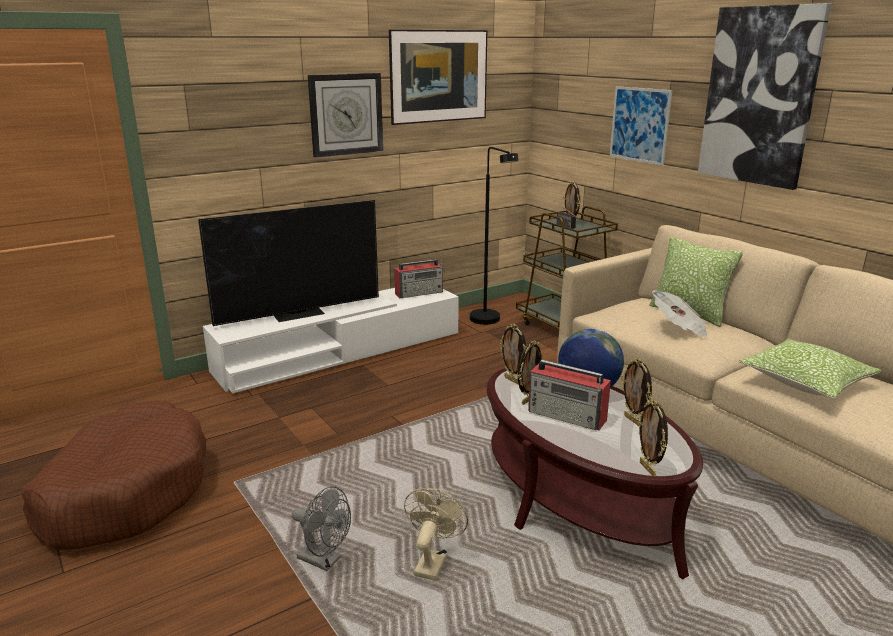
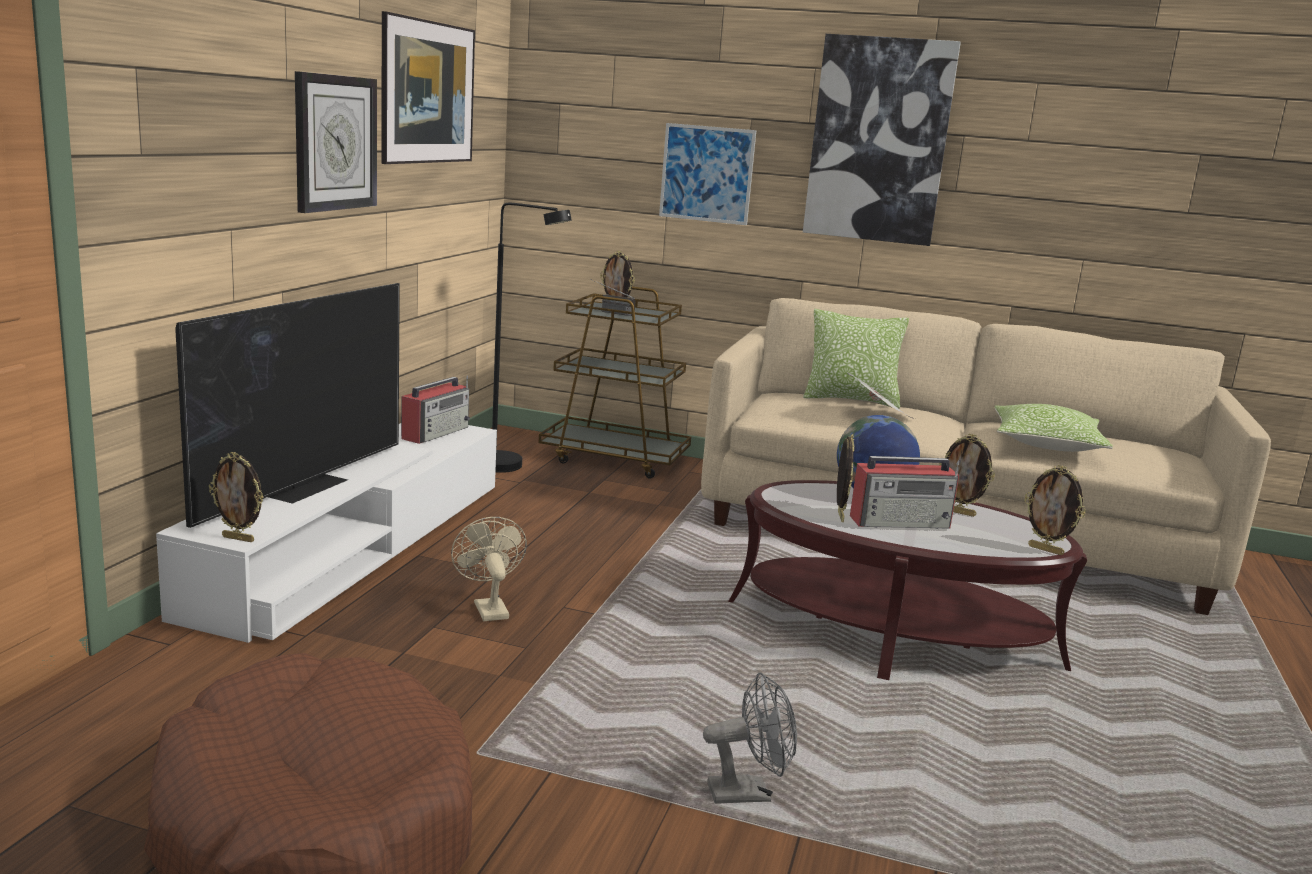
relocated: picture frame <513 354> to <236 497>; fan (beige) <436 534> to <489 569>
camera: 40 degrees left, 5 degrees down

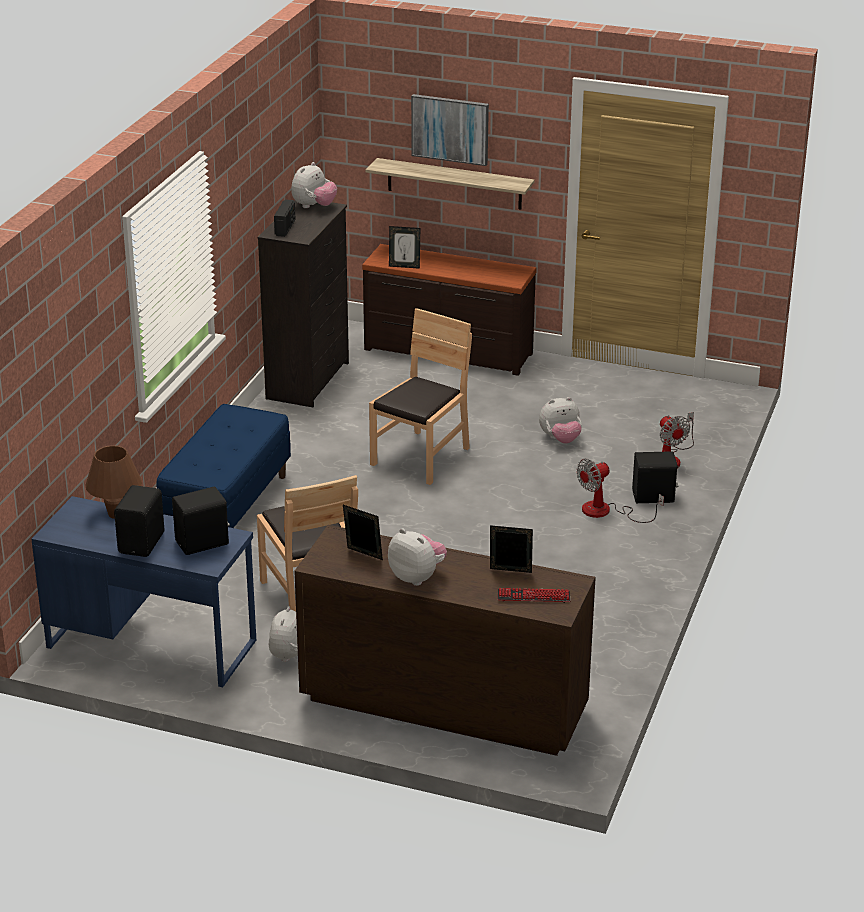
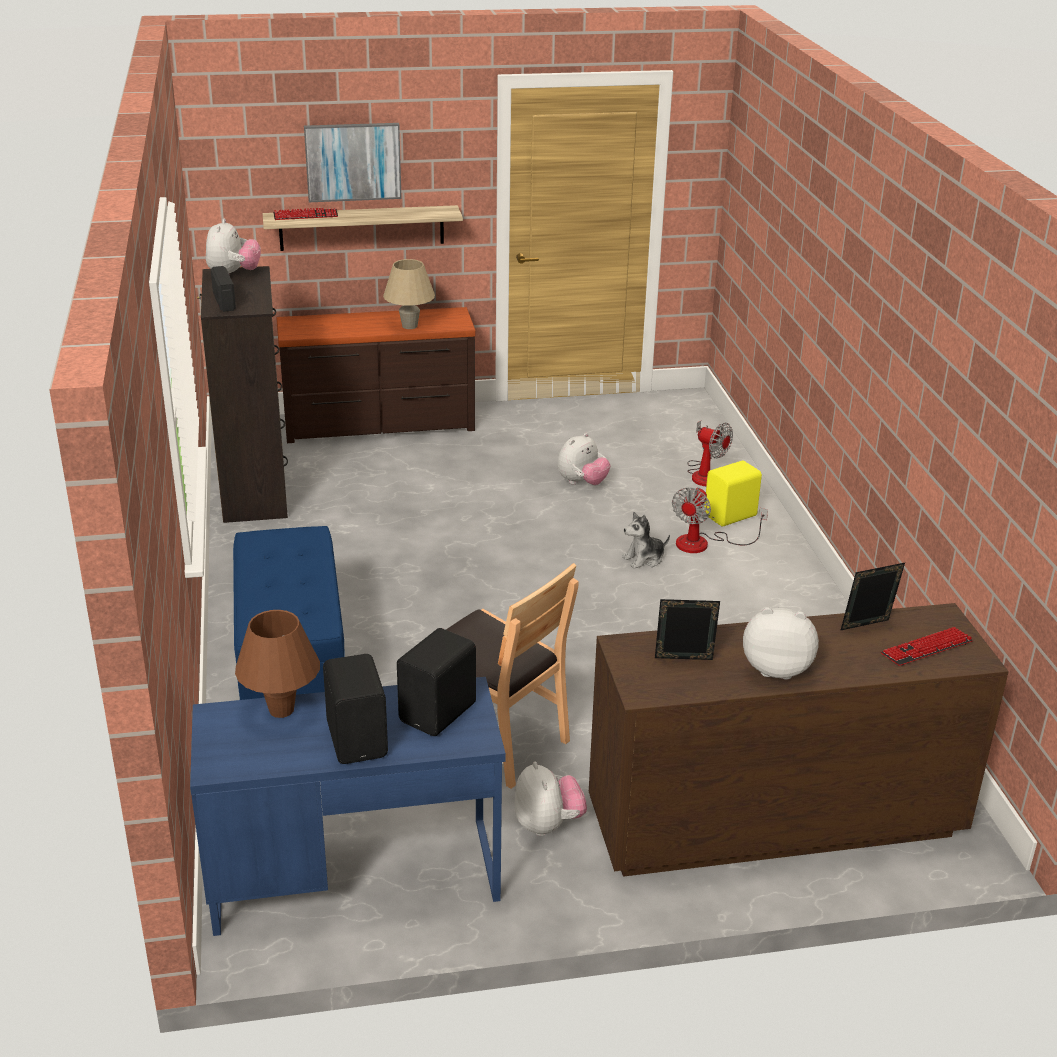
missing: chair (brown) <420 396>; picture frame <404 247>
appeared: keyboard <305 214>; table lamp (beige) <409 294>; plush toy <646 540>
colour: speaker (black) <655 477> to speaker (yellow) <733 493>
camera: 30 degrees left, 0 degrees up

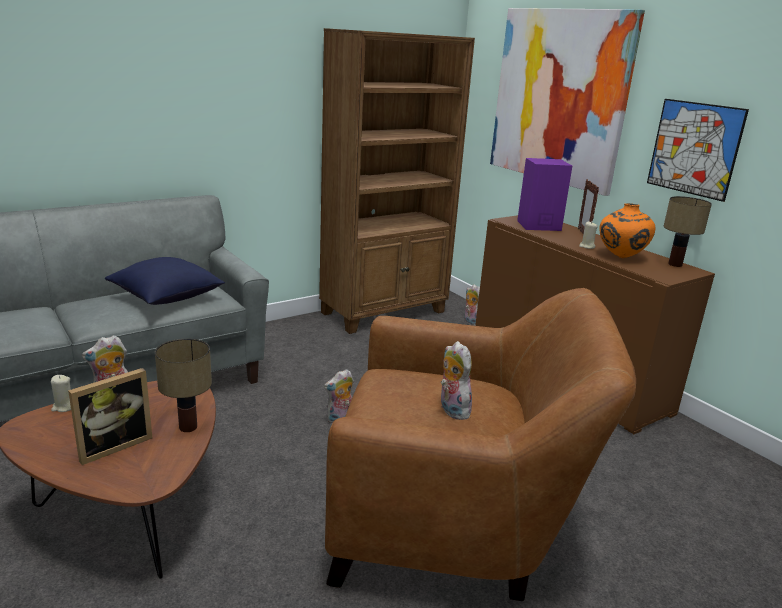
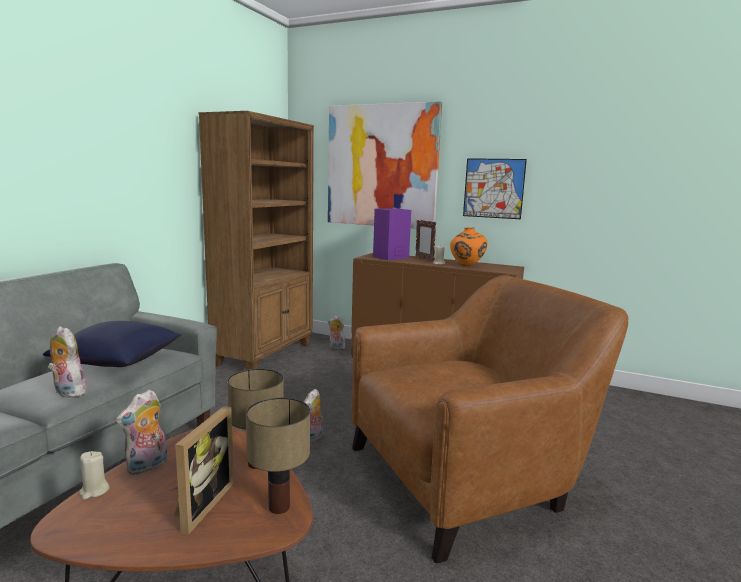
relocated: plush toy <456 380> to <67 362>; table lamp <687 231> to <278 455>
camera: 30 degrees left, 10 degrees down

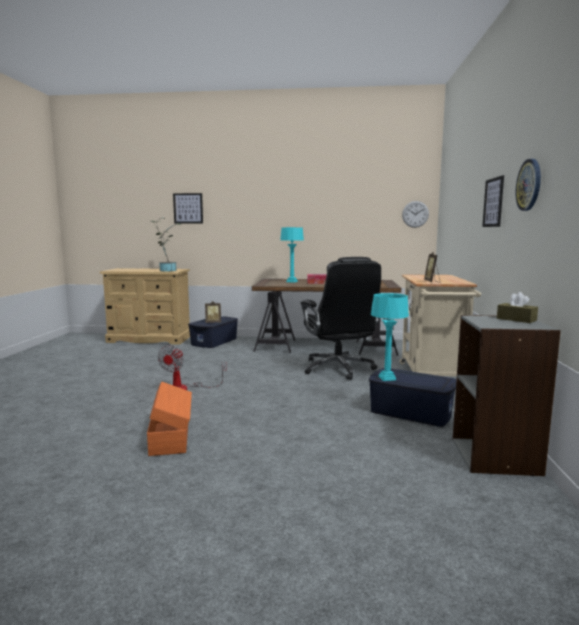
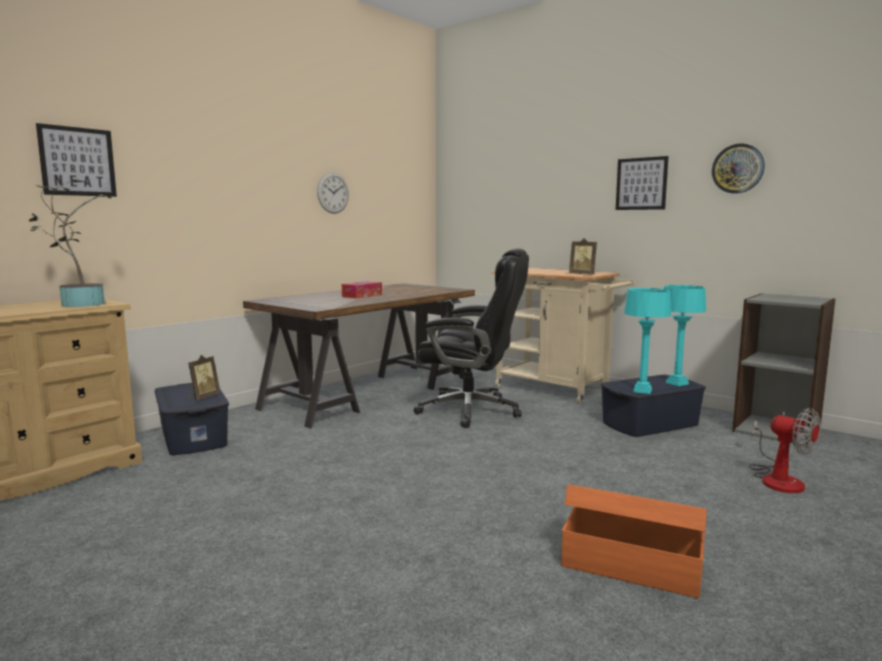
missing: tissue box (brown) <517 307>
relocated: wall clock <415 214> to <333 193>; table lamp (turquoise) <292 255> to <685 335>; fan <192 367> to <785 450>
camera: 55 degrees left, 0 degrees up

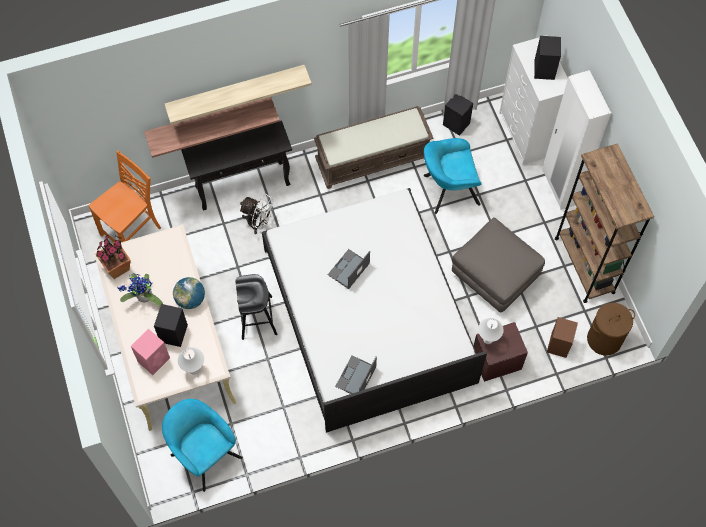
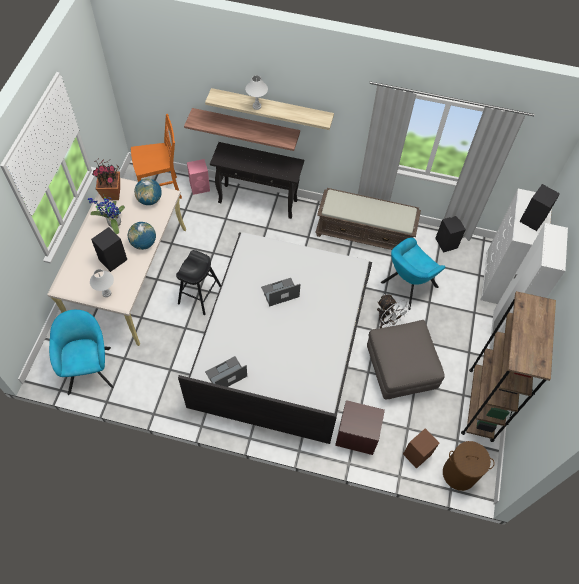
appeared: globe <148 191>
relocated: speaker (pink) <150 352> to <198 177>; table lamp (white) <491 331> to <256 92>; fan (white) <257 214> to <394 311>
spun: armchair (turquoise) <453 176> = <413 273> 60 degrees counterclockwise
camera: 30 degrees right, 5 degrees down

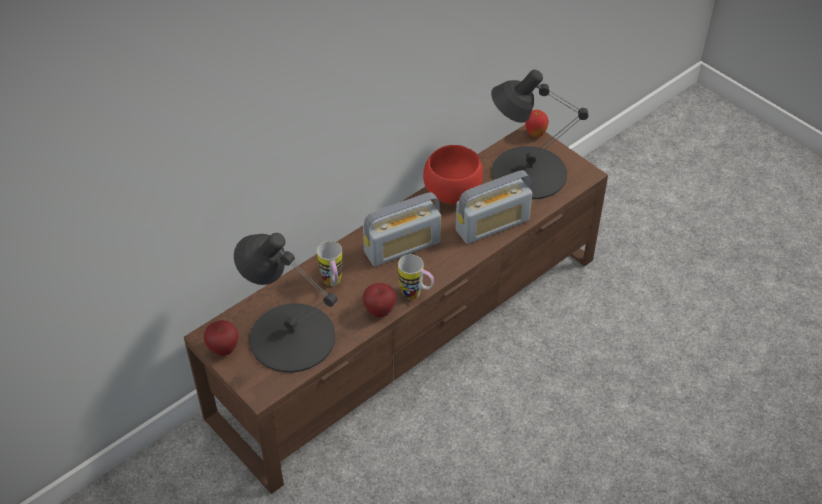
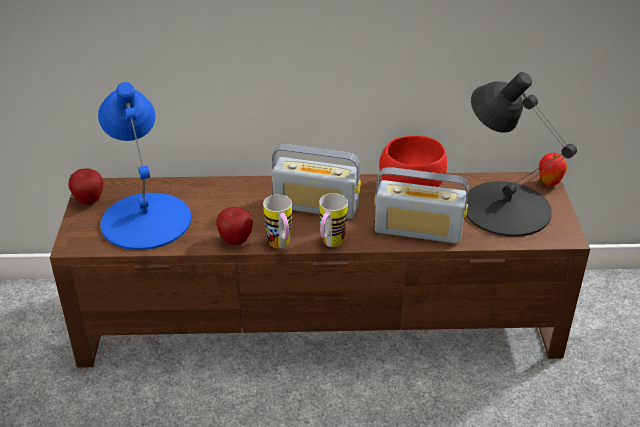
relocated: mug <330 263> to <333 220>
colour: table lamp (black) <286 303> to table lamp (blue) <144 166>
camera: 40 degrees right, 10 degrees down

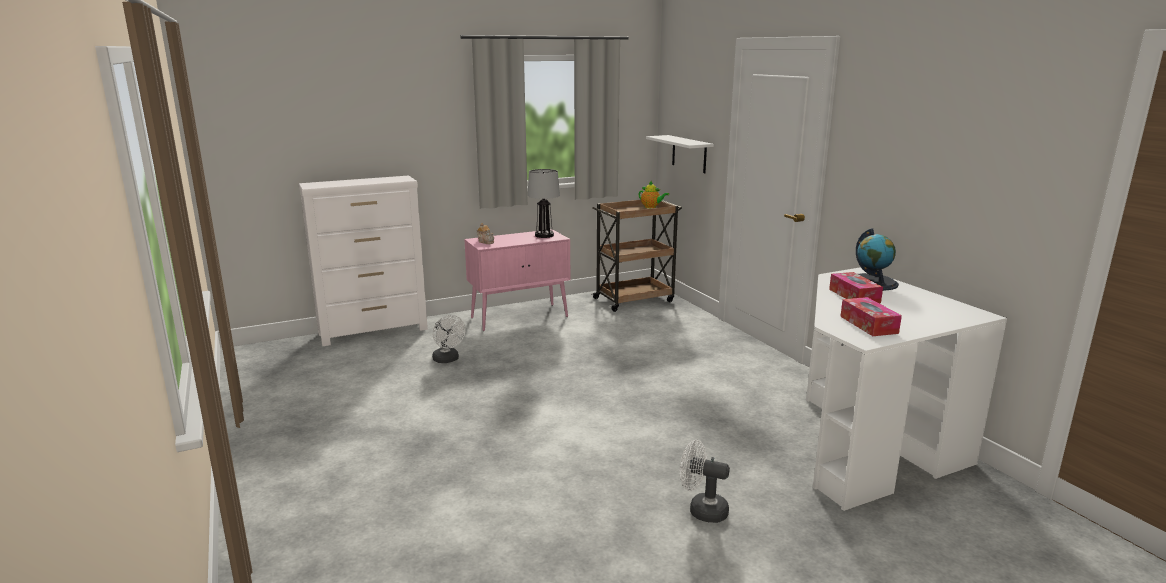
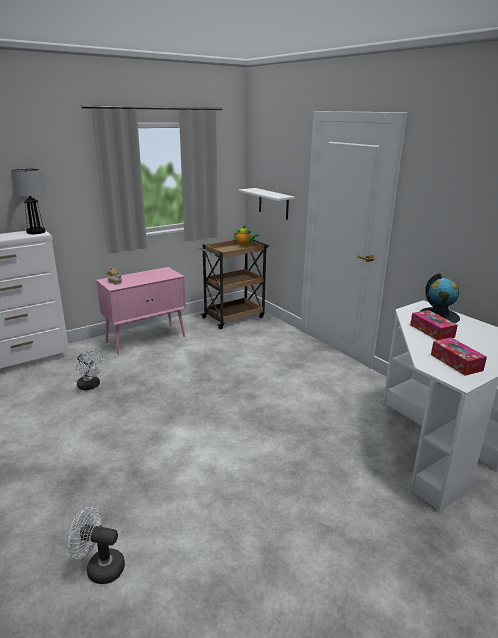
relocated: table lamp <544 203> to <28 201>; fan (white) <705 481> to <96 545>
camera: 10 degrees left, 5 degrees up

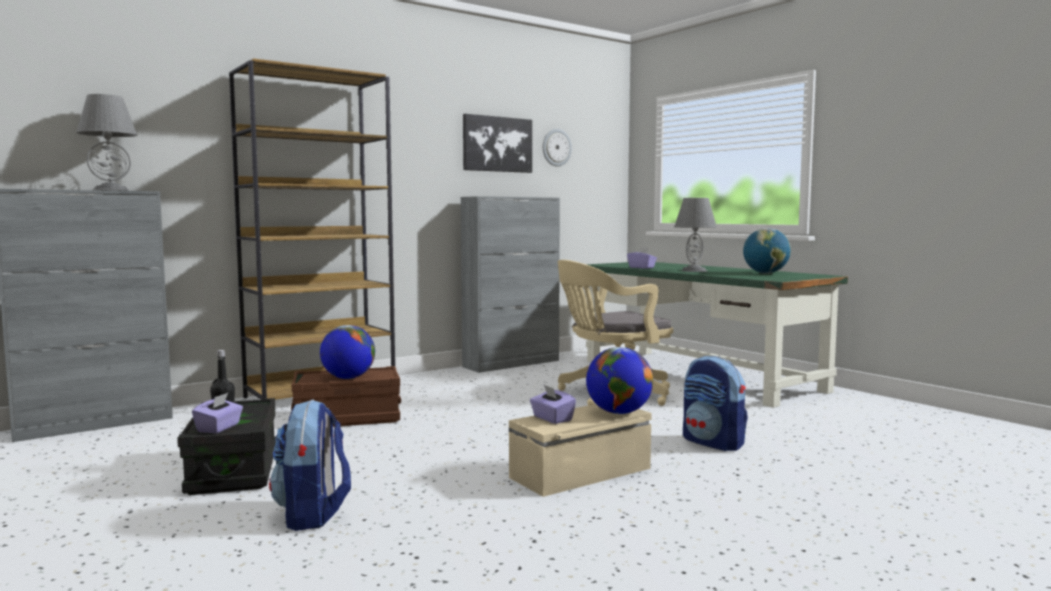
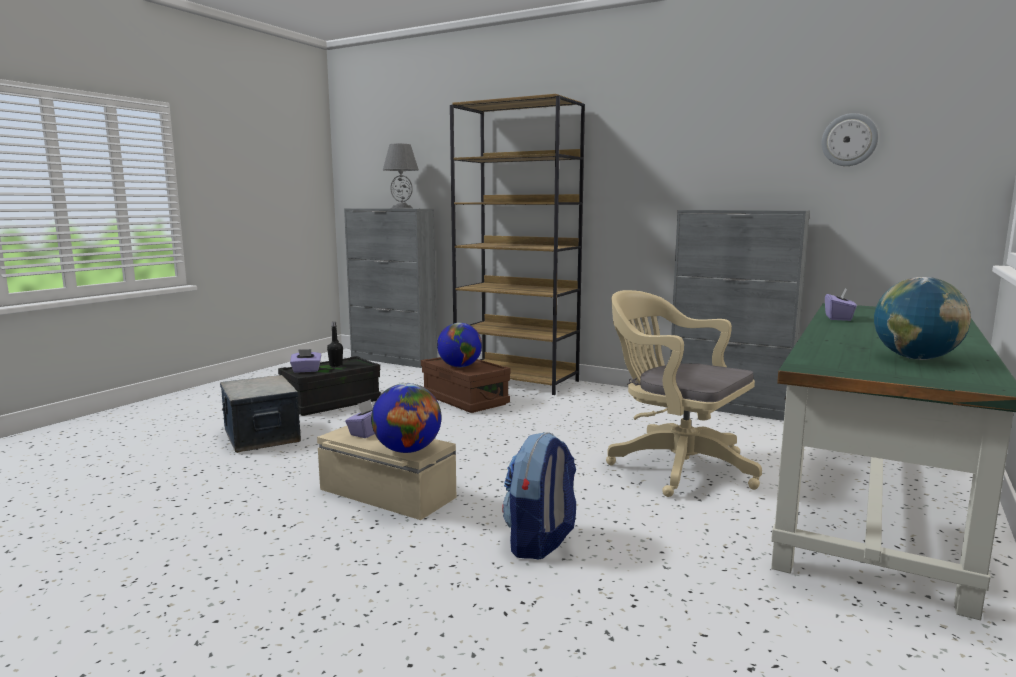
missing: picture <497 143>; table lamp (grey) <695 235>
exchanged: backpack <310 465> to storage box <260 414>
camera: 65 degrees right, 5 degrees up

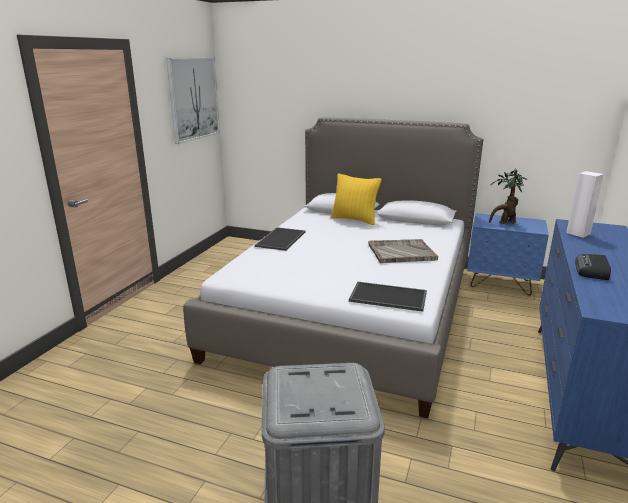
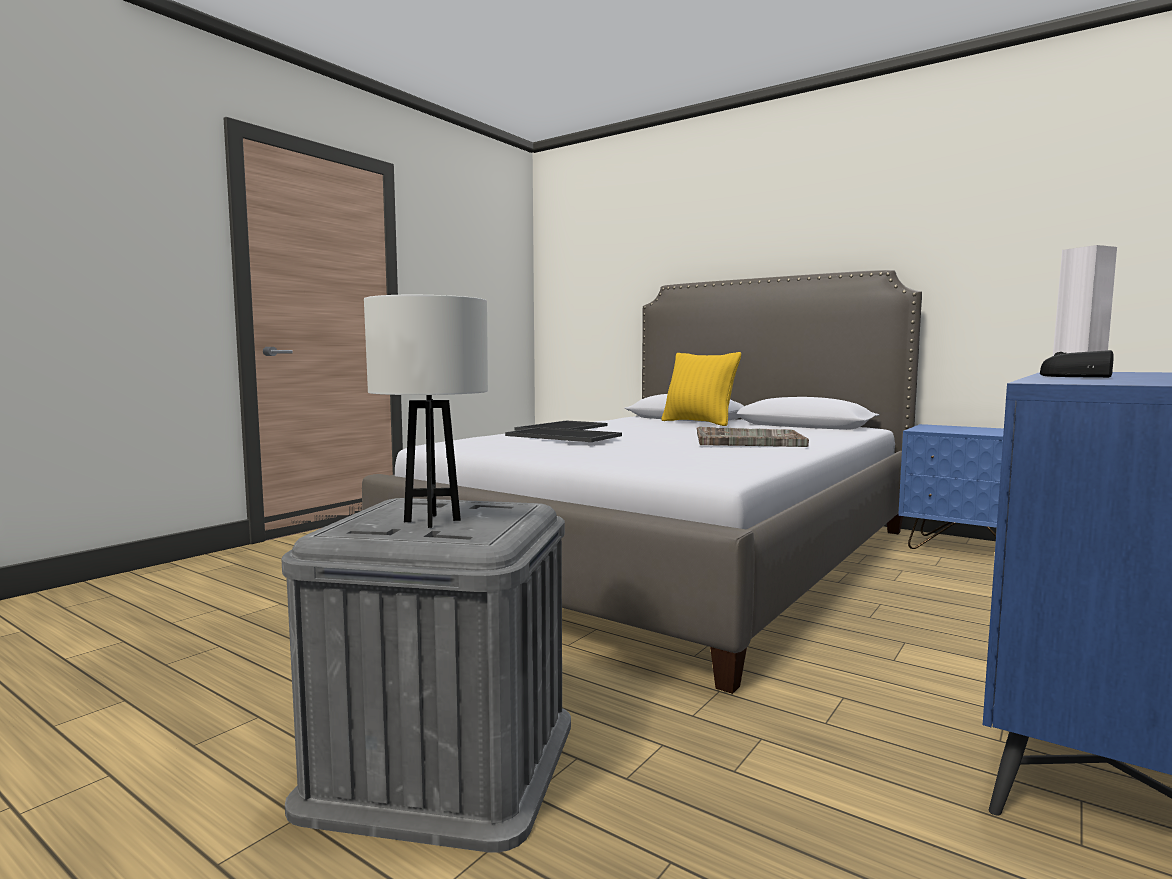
missing: picture <193 101>; potted plant <508 196>
appeared: table lamp (white) <426 411>
relocated: tray <388 297> to <563 434>
camera: 15 degrees right, 15 degrees down

